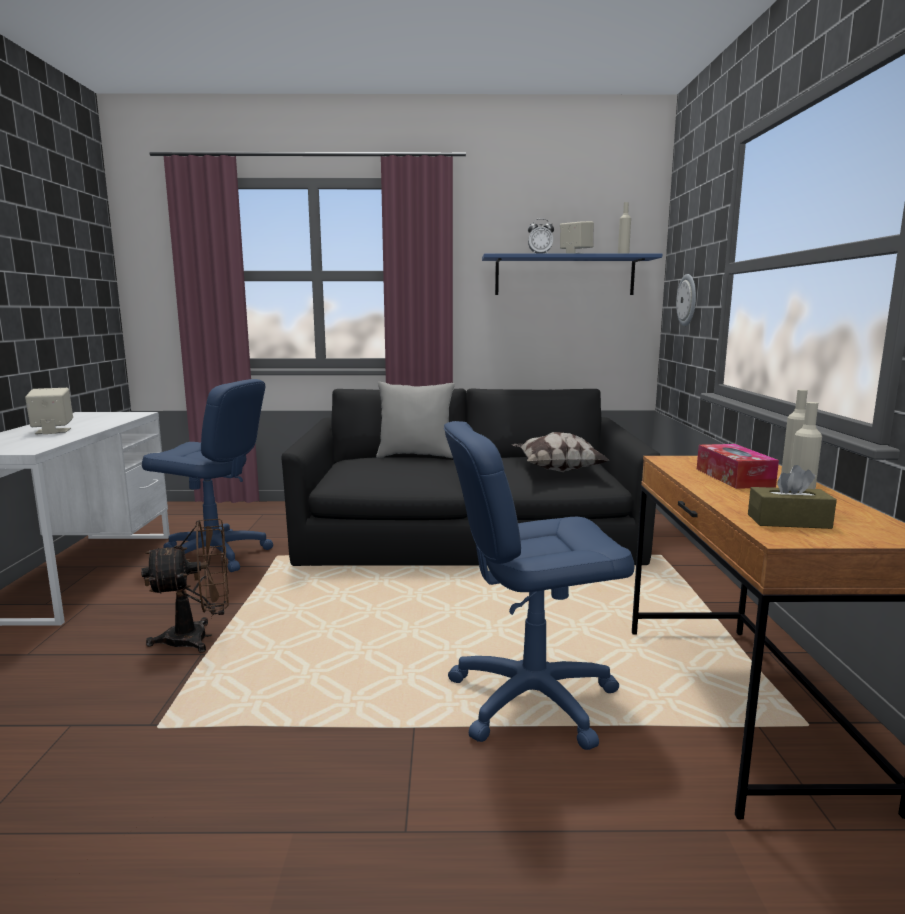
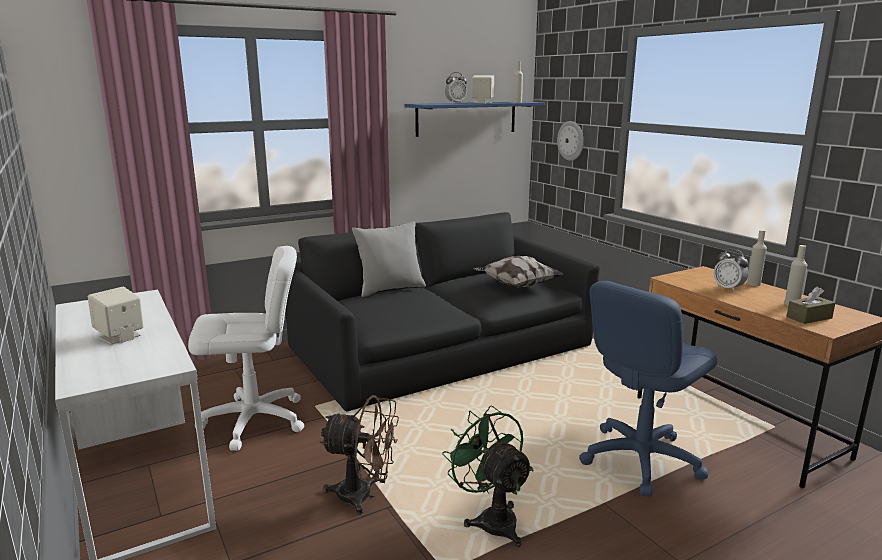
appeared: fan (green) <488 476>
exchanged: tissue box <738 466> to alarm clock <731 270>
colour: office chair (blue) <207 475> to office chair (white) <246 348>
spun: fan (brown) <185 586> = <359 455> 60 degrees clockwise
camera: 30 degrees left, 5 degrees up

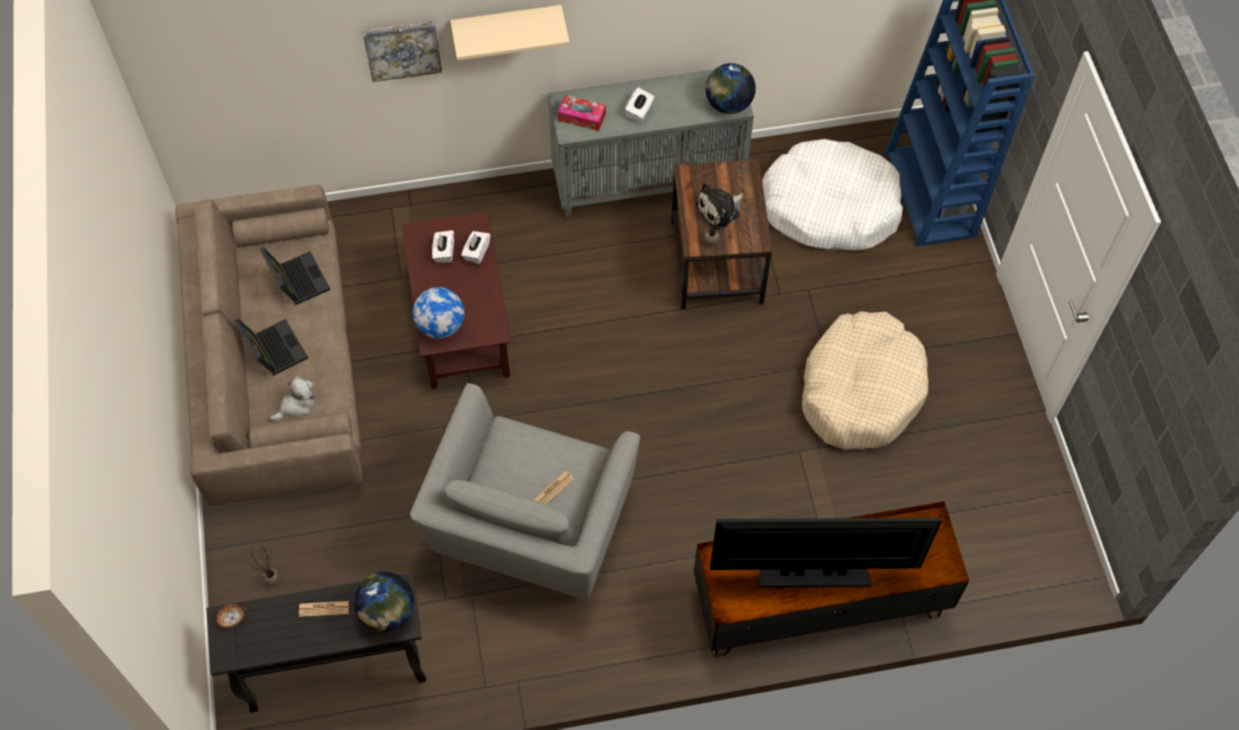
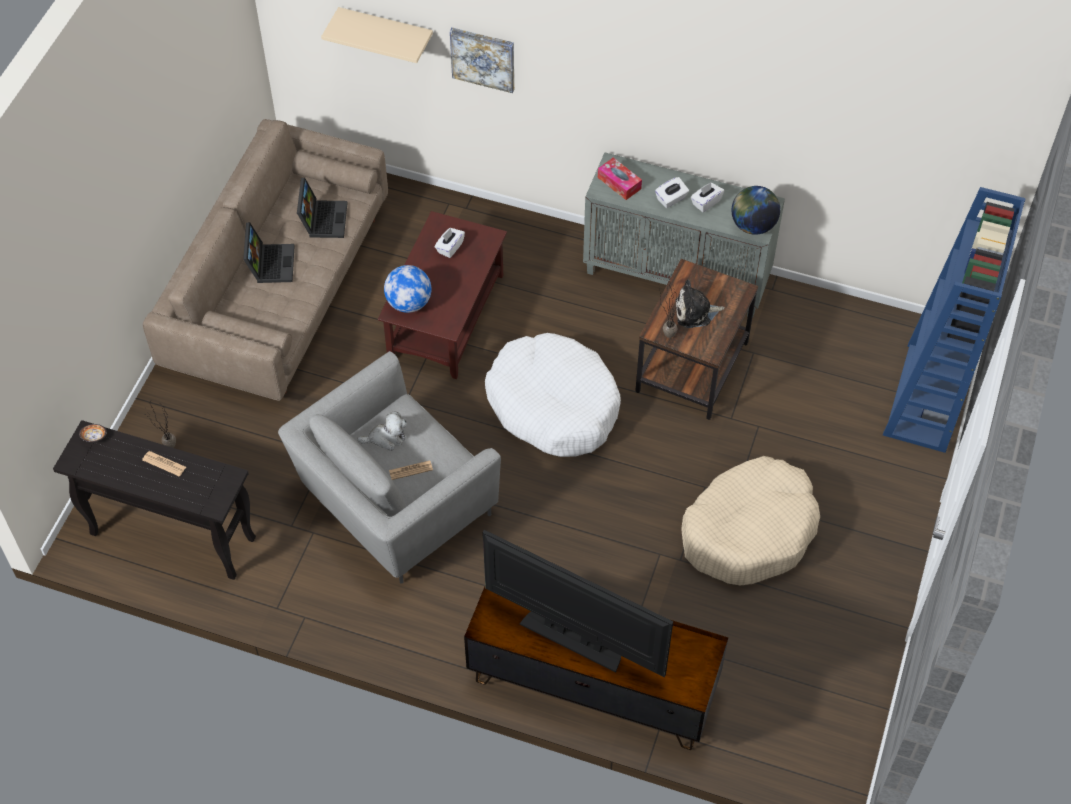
missing: globe <384 602>
relocated: shelf (beige) <510 33> to <377 35>; plush toy <293 398> to <382 431>; dog bed (white) <832 195> to <553 395>; tissue box (white) <475 247> to <707 197>
camera: 30 degrees right, 5 degrees down

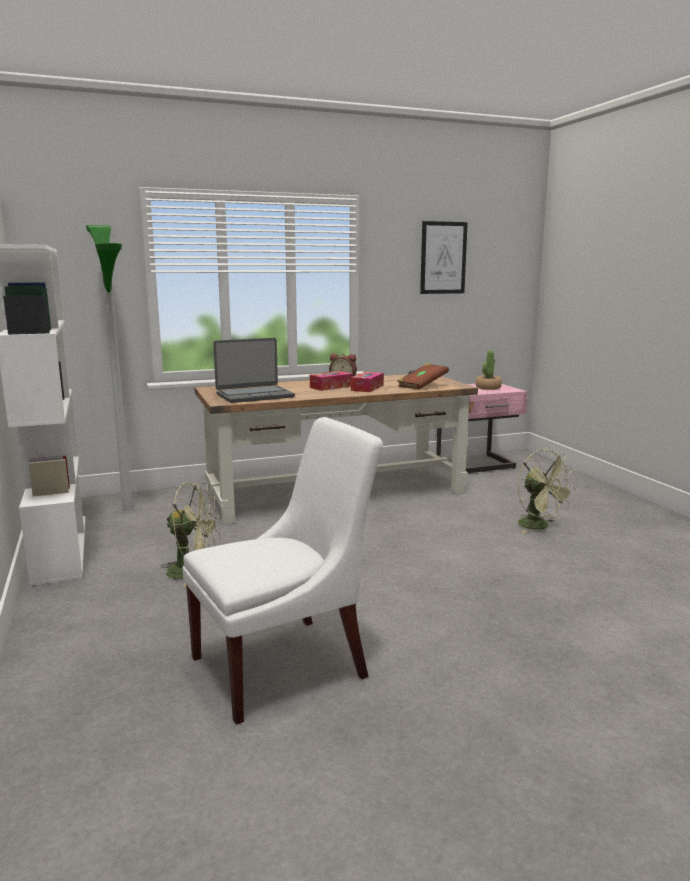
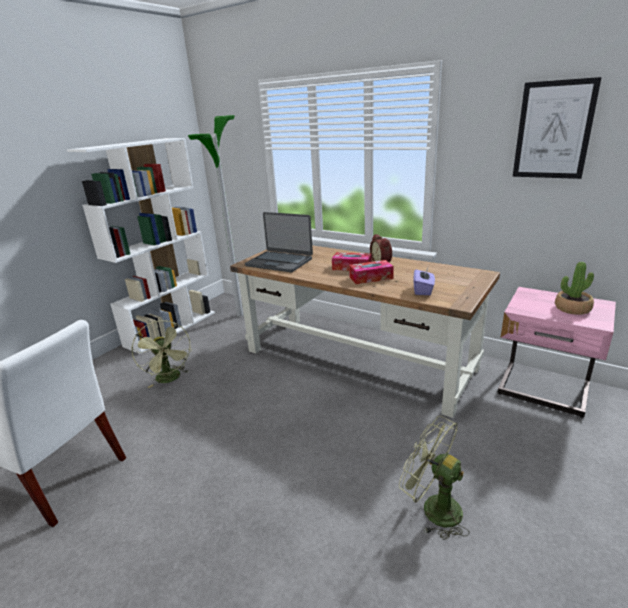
exchanged: book (brown) <423 376> to tissue box (purple) <424 281>
spun: fan (green) <546 491> = <434 478> 105 degrees clockwise
camera: 55 degrees right, 10 degrees up

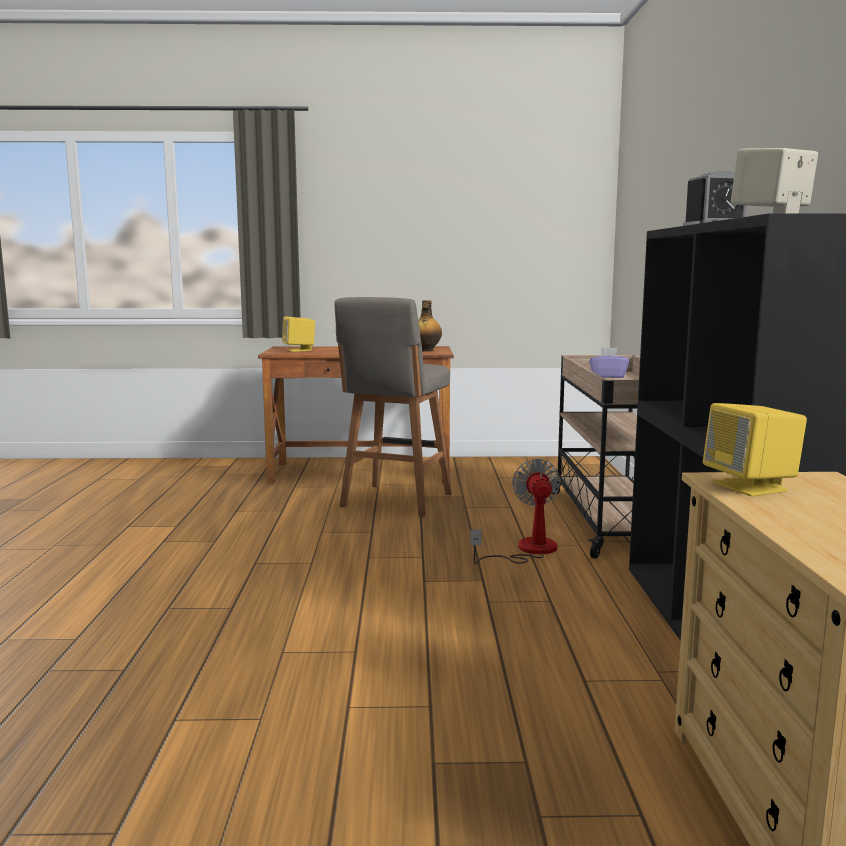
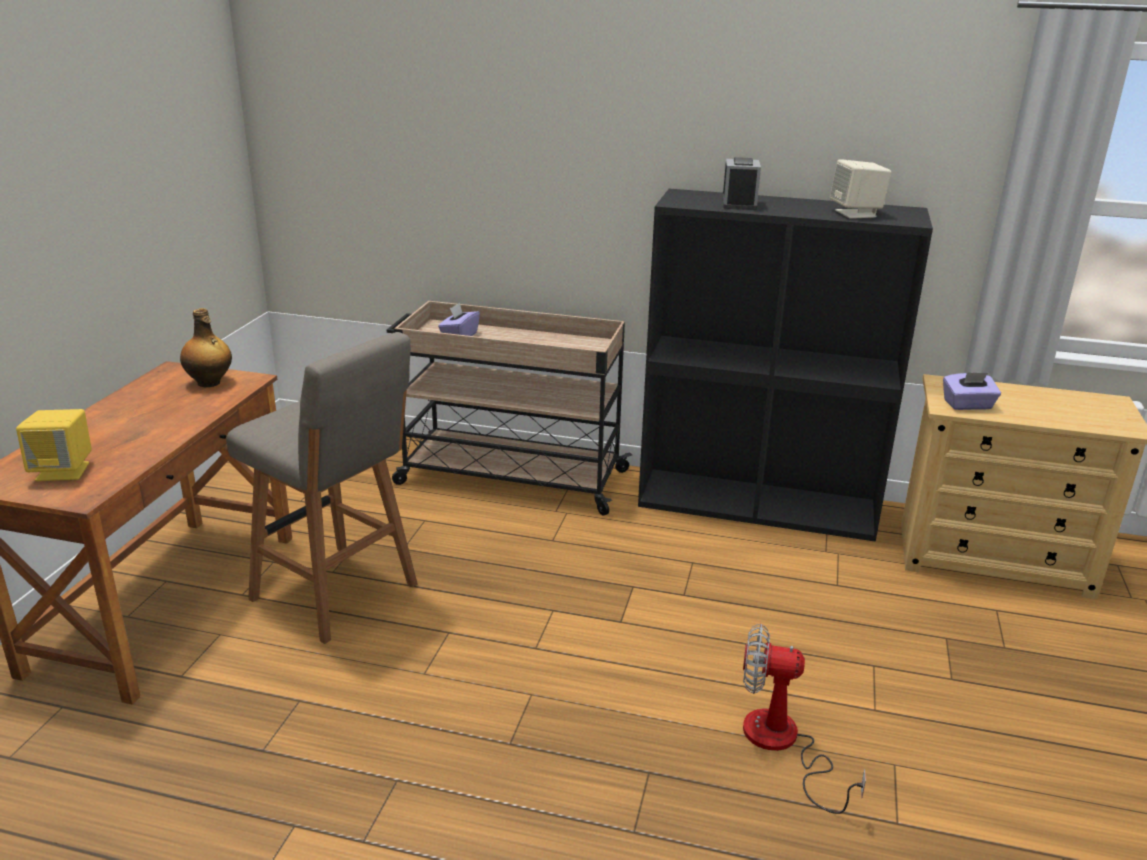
relocated: fan <515 511> to <804 719>
exchanged: speaker (yellow) <755 449> to tissue box (purple) <972 391>
camera: 75 degrees left, 15 degrees up

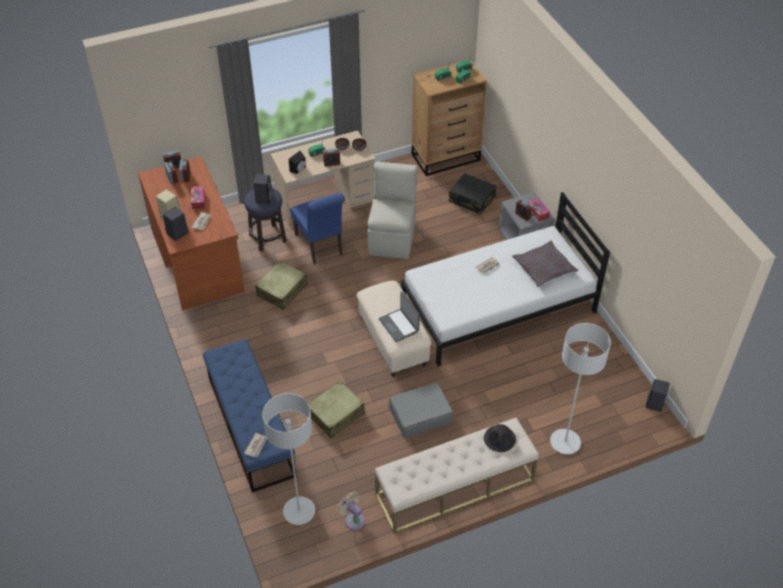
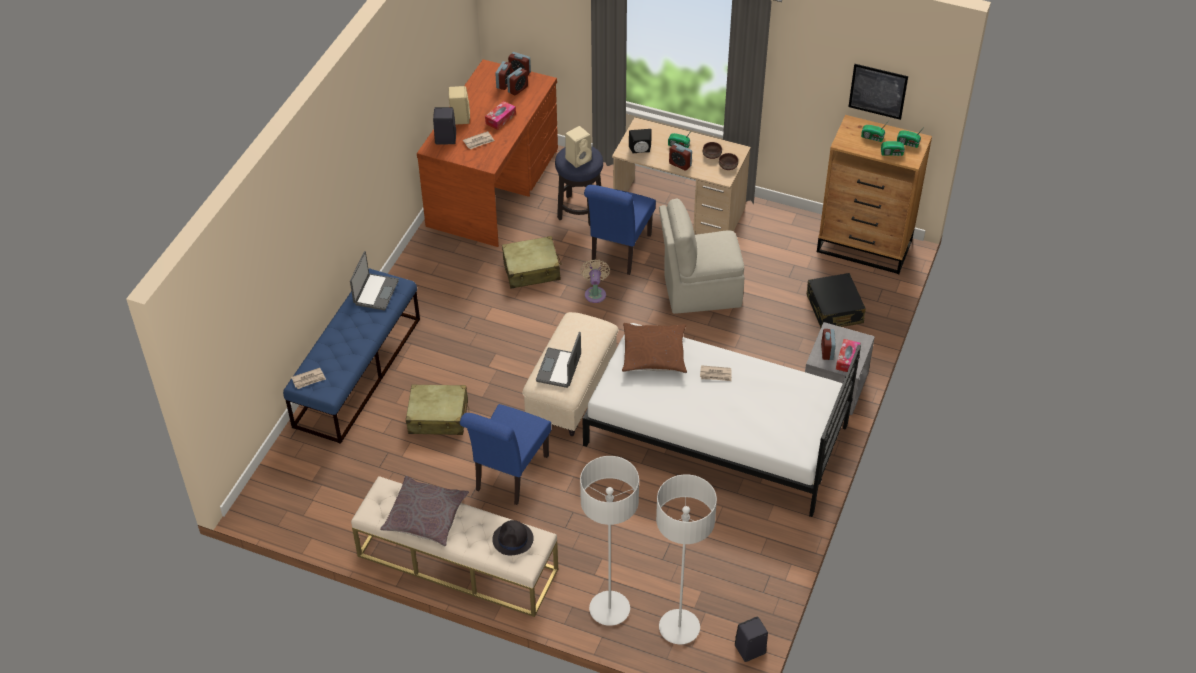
appeared: laptop <374 280>; pillow (brown) <654 348>; picture <878 92>
relocated: pillow (grey) <545 263> to <424 511>; fan (beige) <351 511> to <595 281>; floor lamp (grey) <288 459> to <686 559>
exchanged: suitcase (grey) <421 410> to chair (blue) <505 454>
colour: speaker (black) <263 189> to speaker (beige) <578 147>
spun: chair (beige) <392 210> = <701 256> 150 degrees counterclockwise
camera: 45 degrees right, 0 degrees up

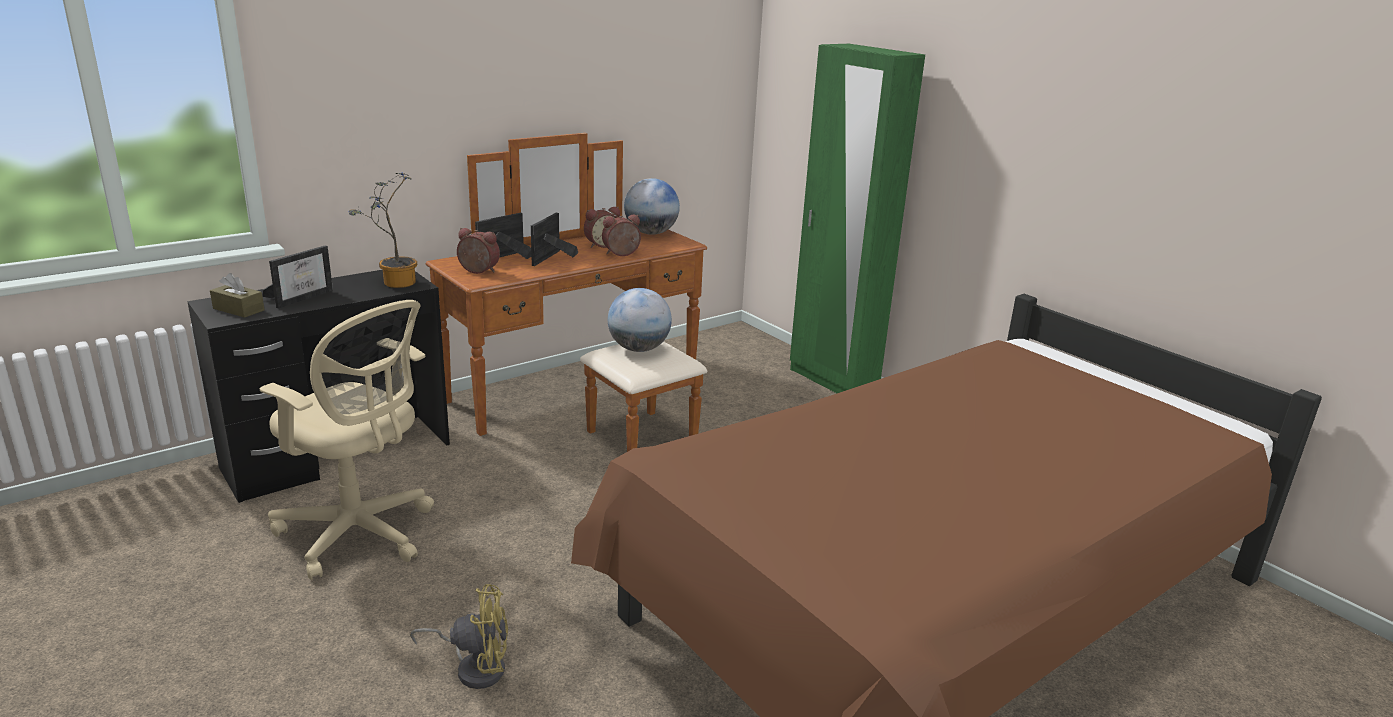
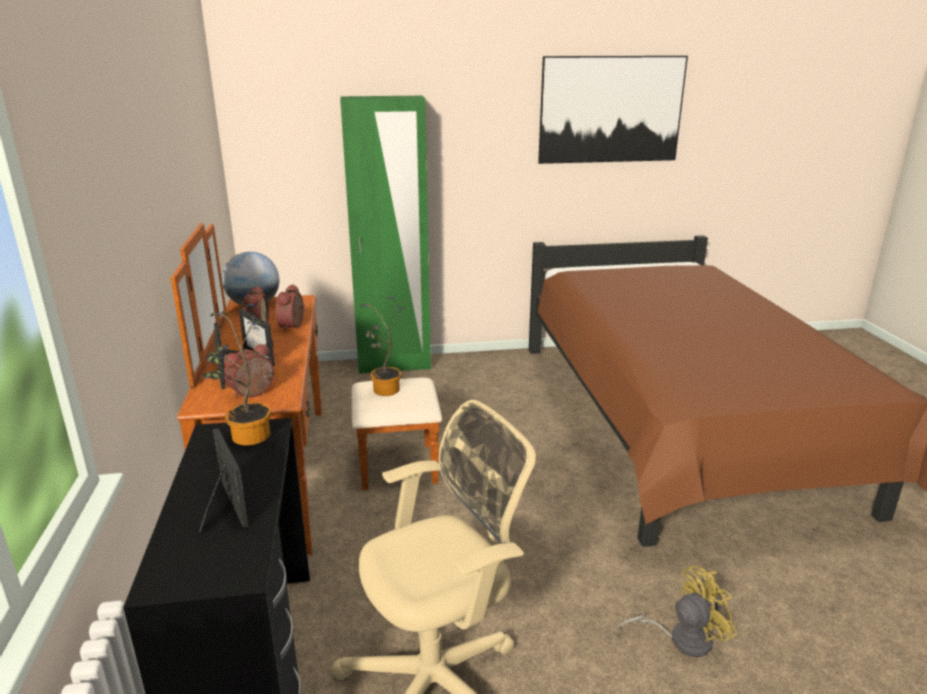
missing: tissue box (brown) <237 295>
appeared: picture <613 110>
exchanged: globe <640 320> to potted plant <382 346>
spun: fan (yellow) <459 636> = <677 611> 45 degrees clockwise
camera: 60 degrees left, 0 degrees up

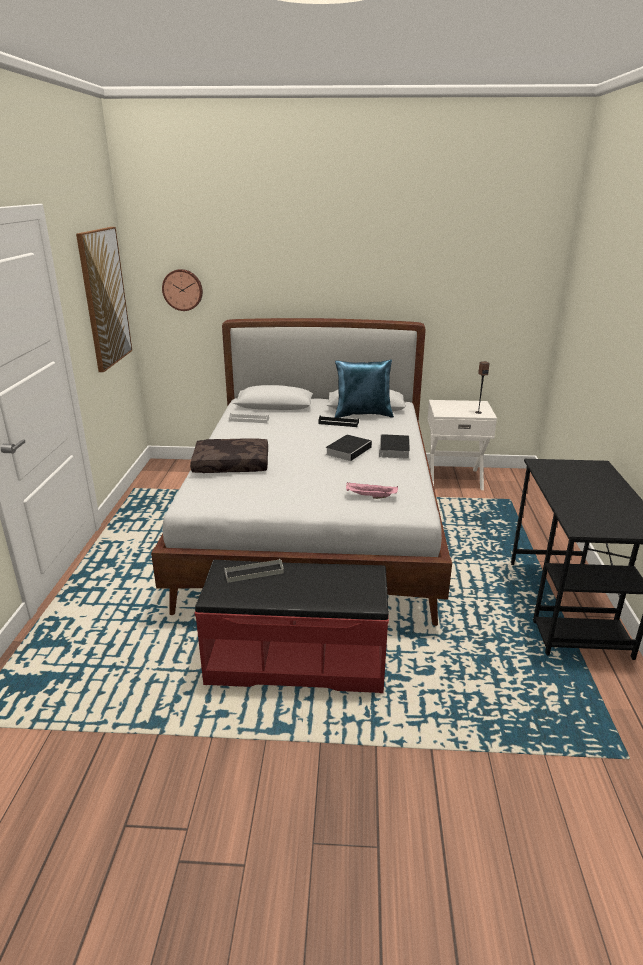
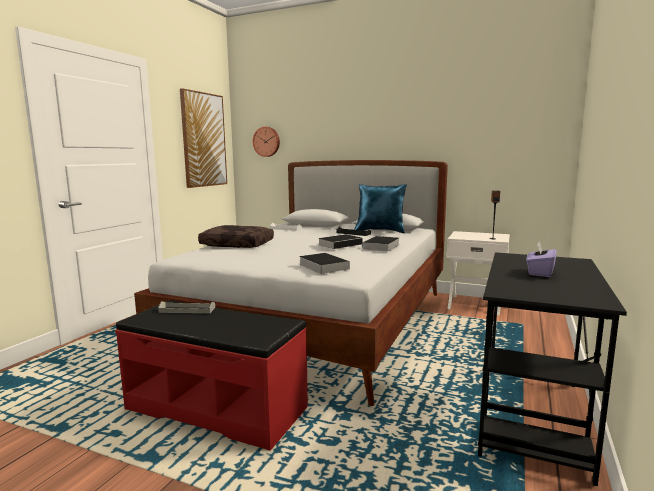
appeared: tissue box (purple) <541 259>
exchanged: tray (pink) <372 490> to book <324 263>
camera: 20 degrees right, 15 degrees down

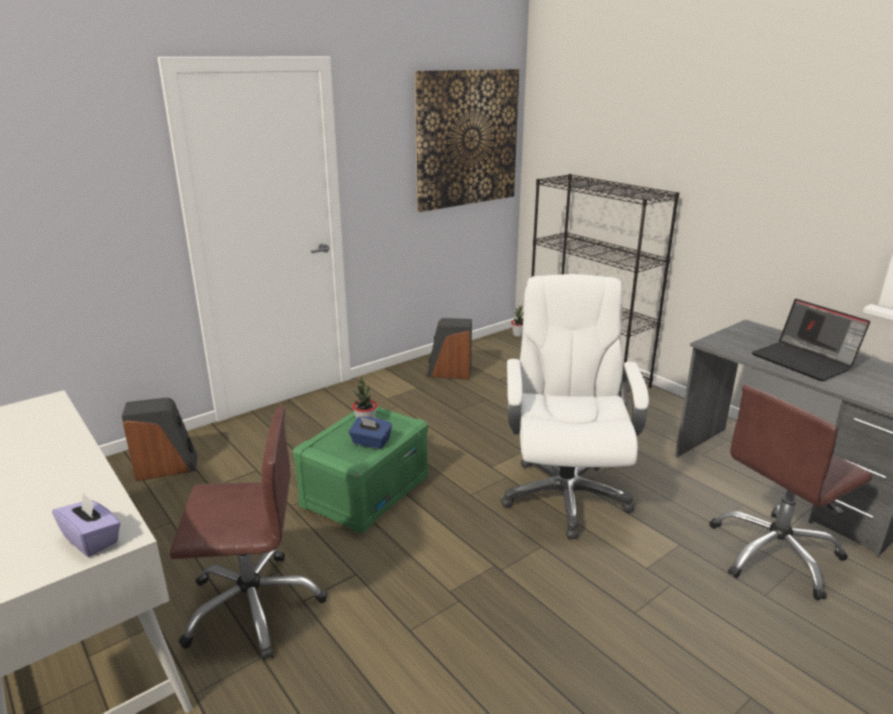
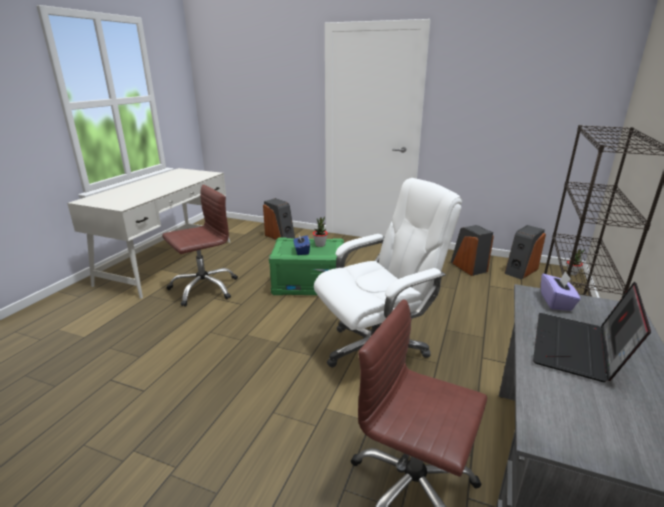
missing: picture <467 140>
appeared: speaker <525 252>
relocated: tissue box (purple) <86 524> to <560 291>
spun: office chair (brown) <248 533> = <200 246> 90 degrees counterclockwise
camera: 60 degrees right, 0 degrees up

